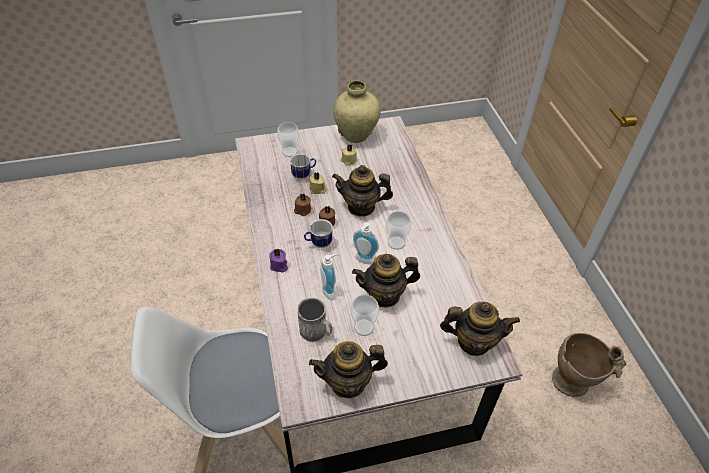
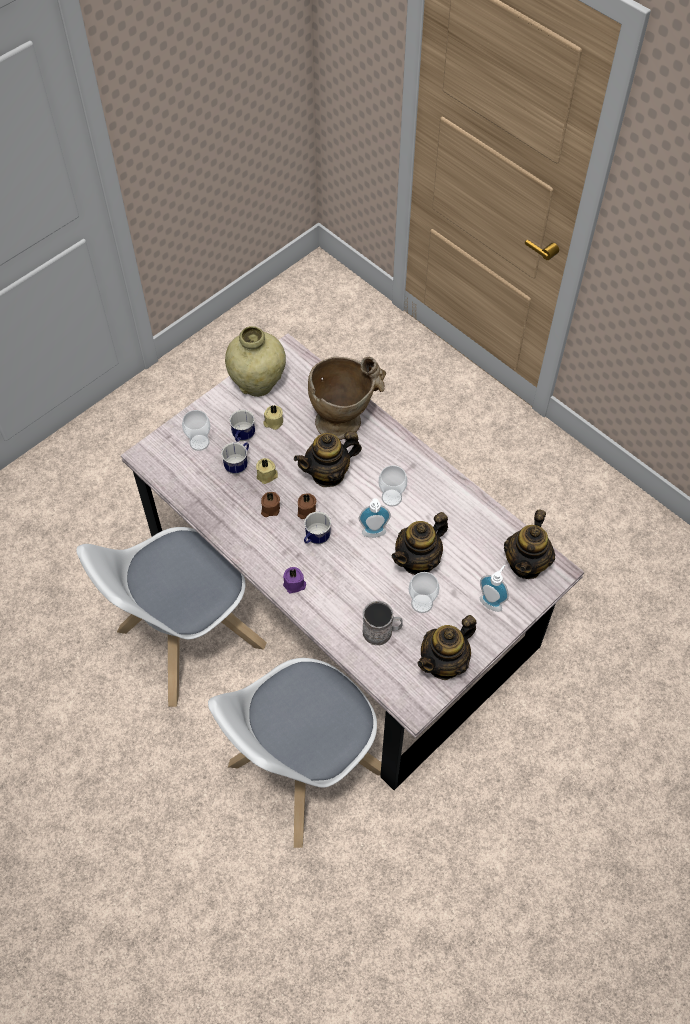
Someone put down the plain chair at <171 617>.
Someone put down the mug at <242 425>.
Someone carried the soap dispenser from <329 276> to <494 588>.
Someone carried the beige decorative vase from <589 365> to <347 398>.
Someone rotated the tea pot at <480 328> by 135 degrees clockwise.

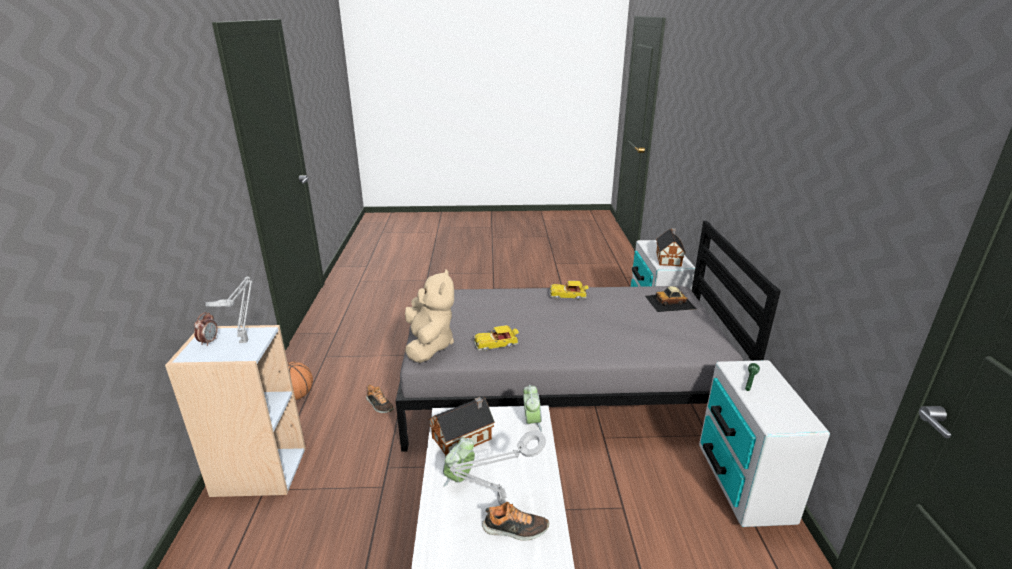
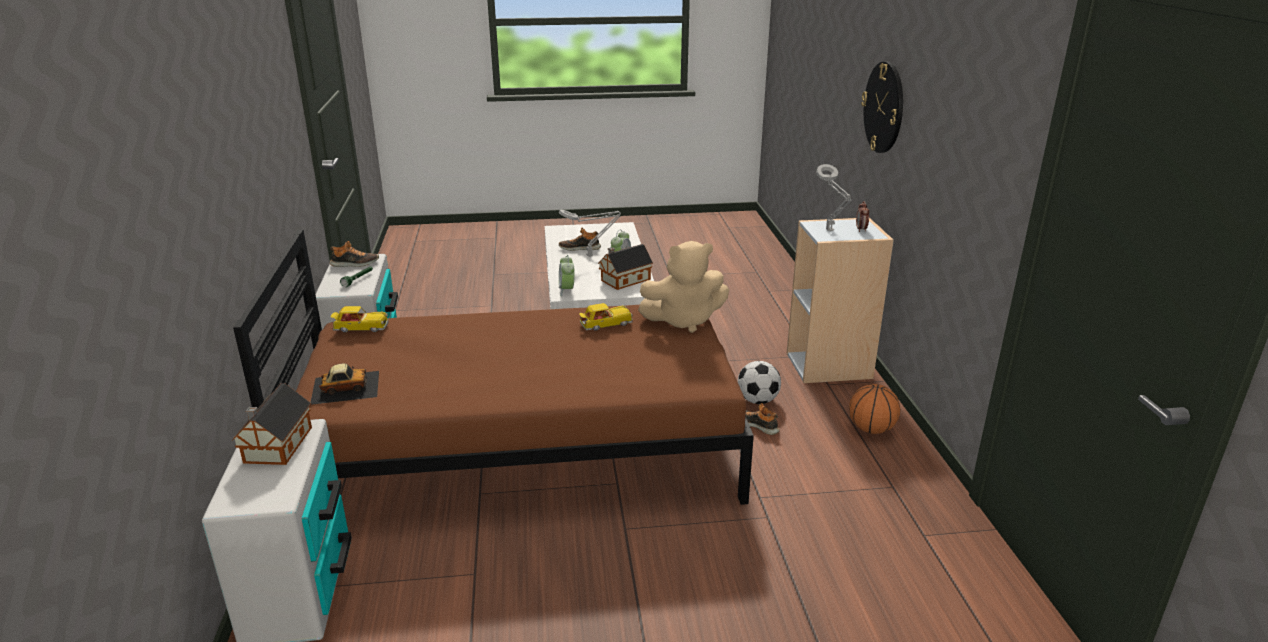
Someone put down the item of footwear at <354 254>.
Someone put down the football at <759 382>.
Someone put up the clock on the wall at <882 107>.
Someone carried the miniature car from <569 290> to <360 319>.
Someone repainted the gray bedroom bed at <588 336>, which became the brown-coloured bedroom bed at <493 367>.
Someone rotated the beige cuddly toy at <429 316> by 90 degrees counterclockwise.

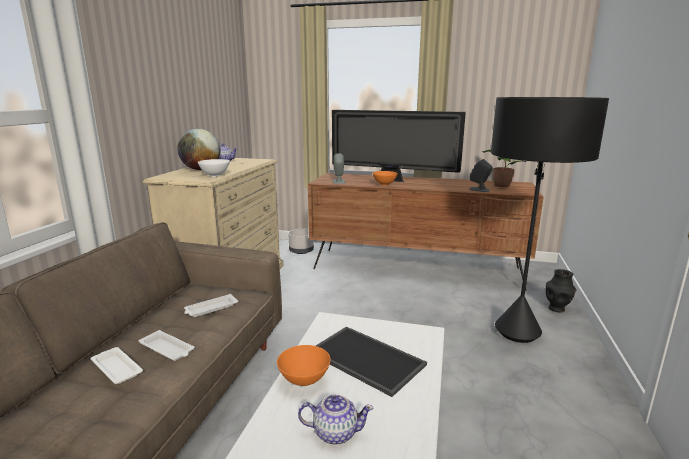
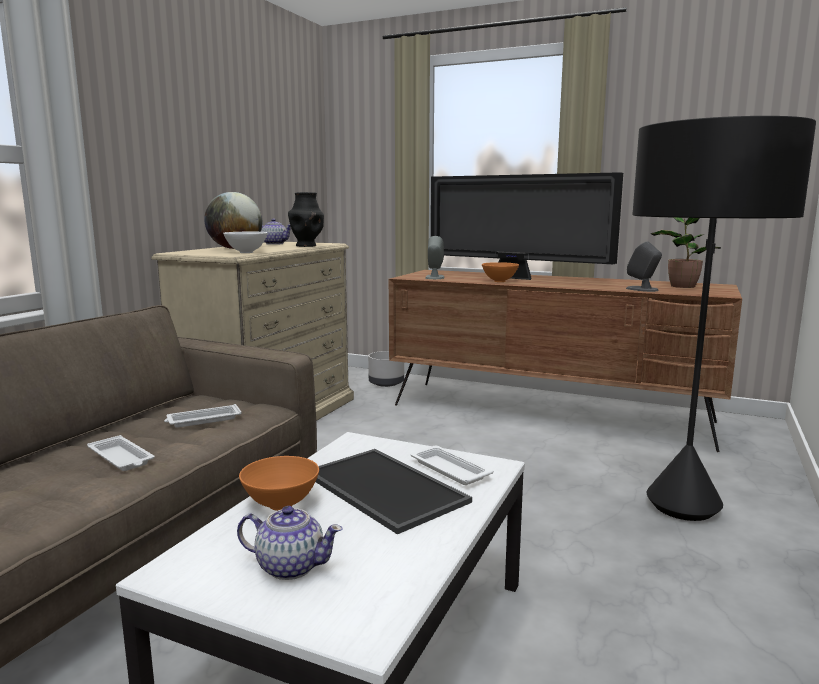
Someone carried the white carrying tray from <117 365> to <451 465>.
Someone carried the black-coloured decorative vase from <561 290> to <306 219>.

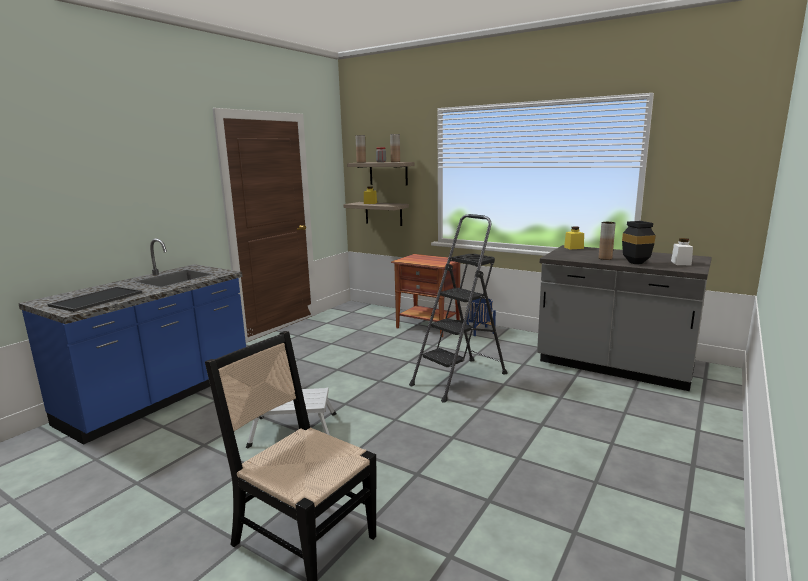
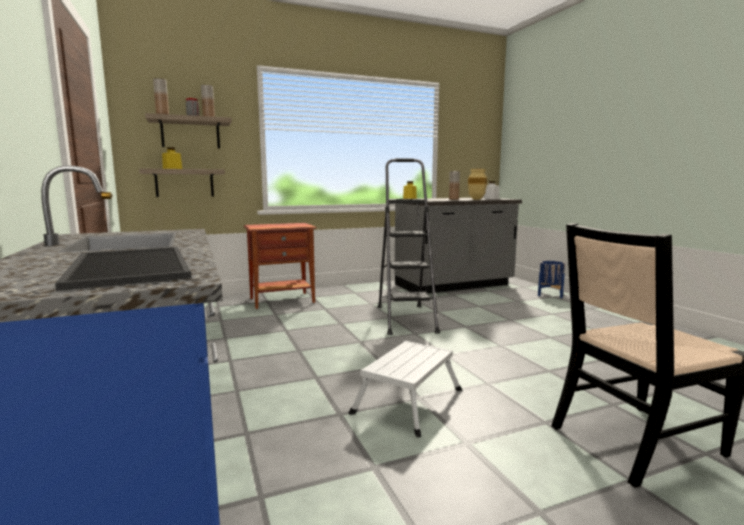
Someone carried the blue-coloured planter from <481 316> to <551 279>.
Someone repainted the black-coloured decorative vase at <638 242>, which became the beige decorative vase at <477 184>.

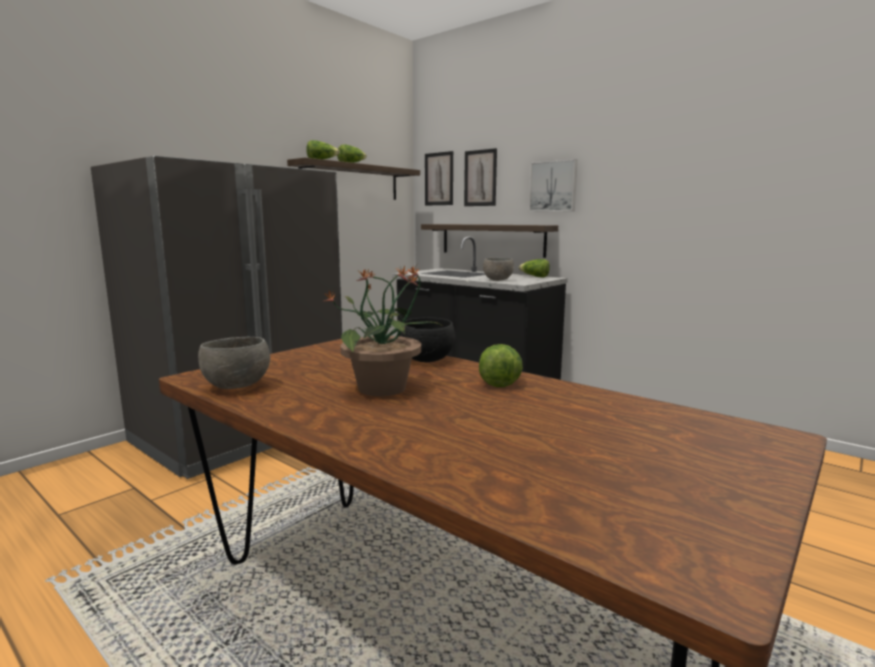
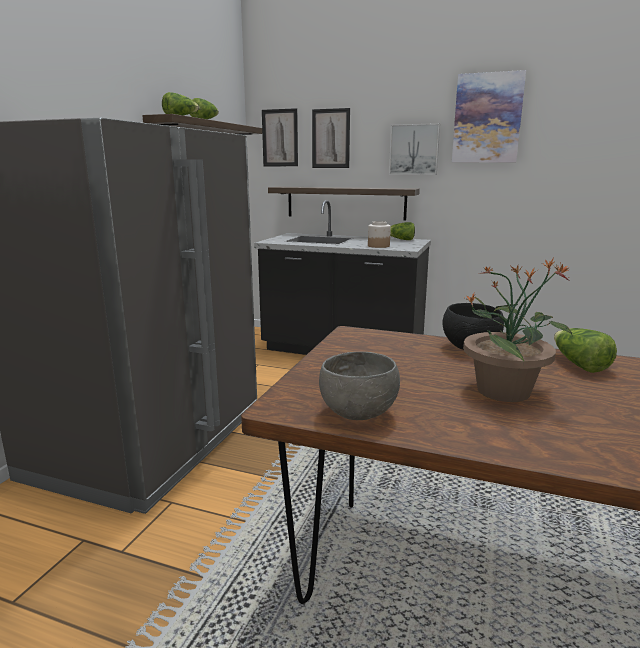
Someone put up the wall art at <489 116>.
Someone swapped the gray serving bowl at <498 269> for the jar at <379 234>.

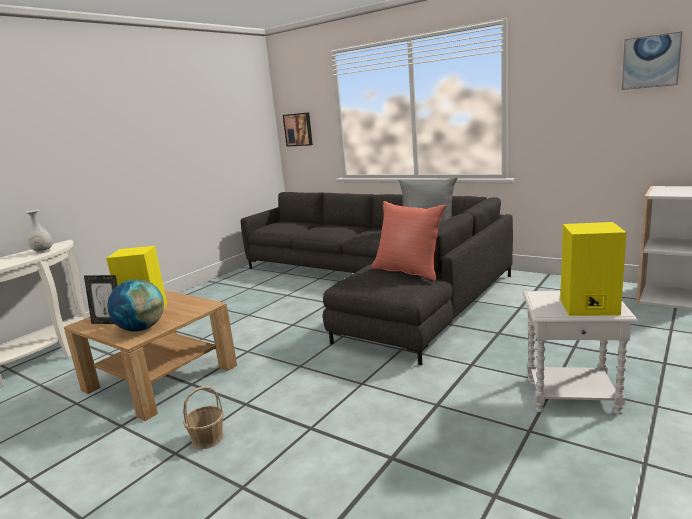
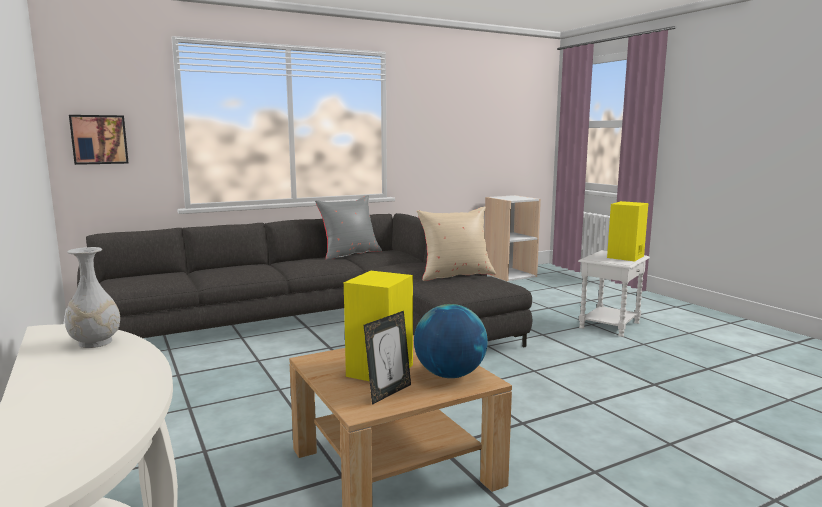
Someone took away the household basket at <203 417>.
Someone took away the wall art at <652 60>.
Someone repainted the red pillow at <409 241>, which became the beige pillow at <456 244>.

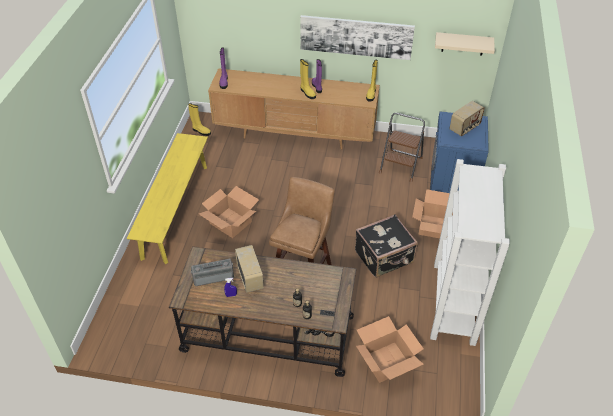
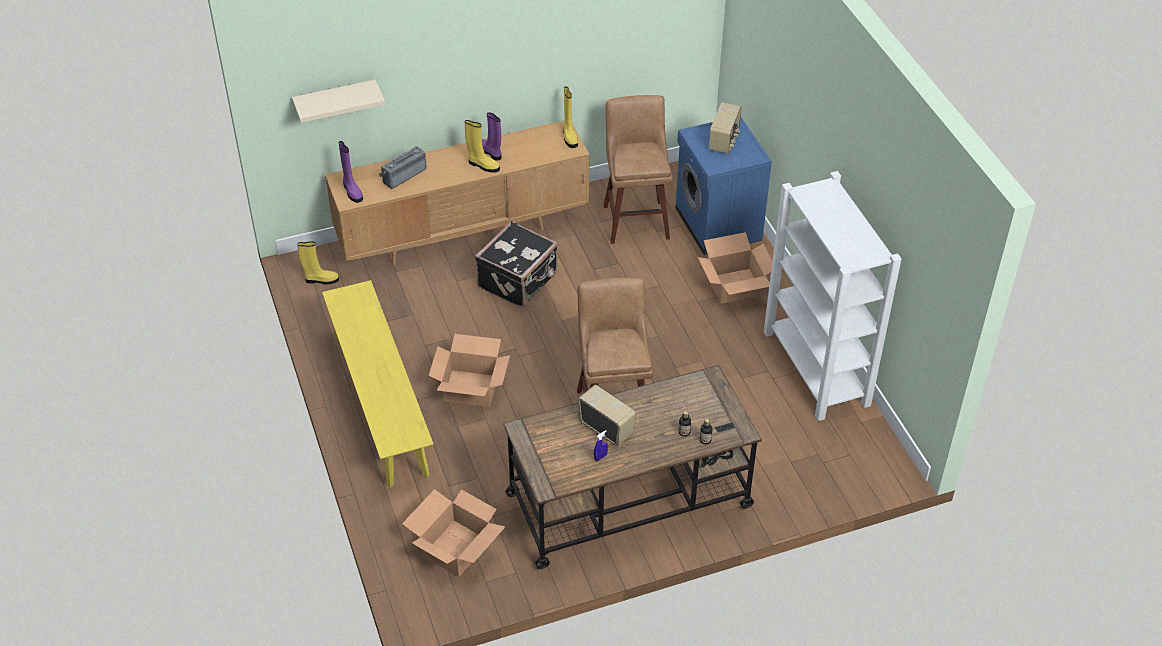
Someone took away the wall art at <357 37>.
Someone carried the radio receiver from <212 272> to <403 167>.
Someone carried the black-coloured piece of luggage from <386 246> to <516 264>.
Someone carried the carton from <390 349> to <453 533>.
Someone carried the beige bracket shelf from <465 44> to <338 101>.
Someone swapped the brown-coloured step ladder at <402 147> for the brown-coloured stool seat at <638 169>.

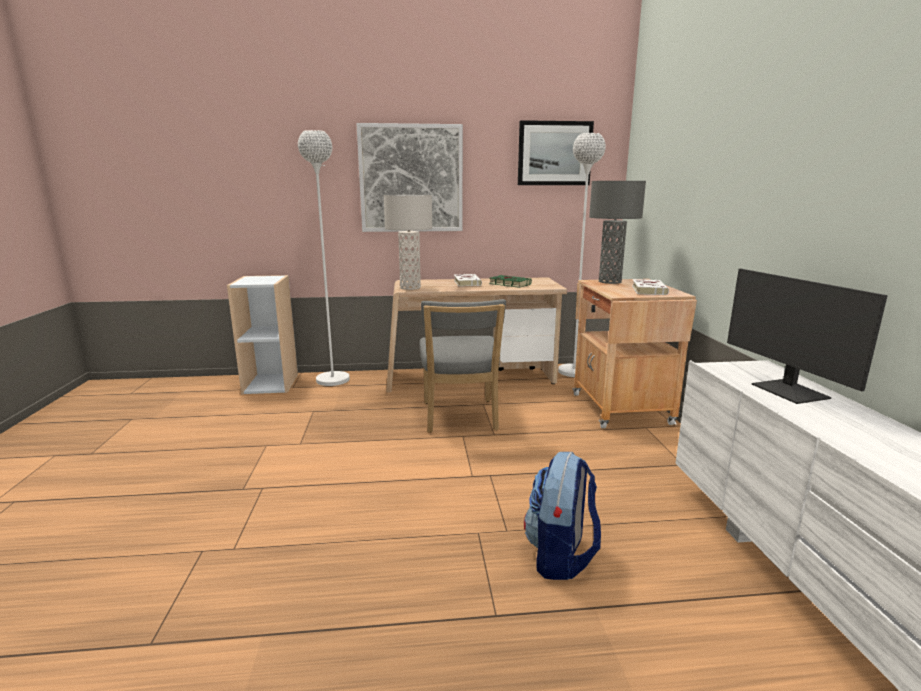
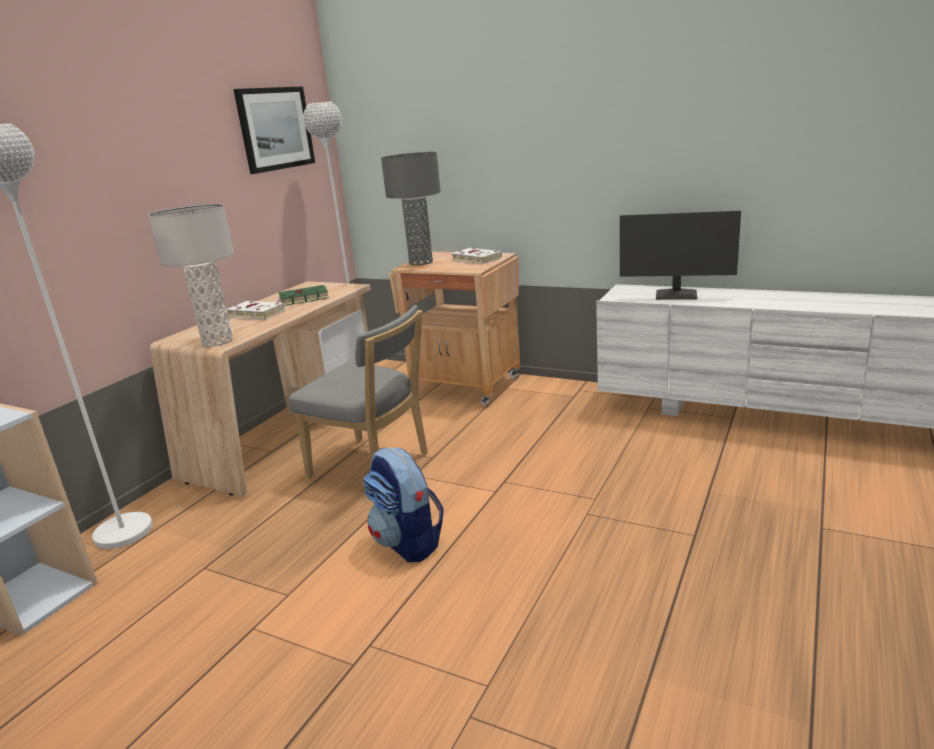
Someone took away the wall art at <409 177>.
Someone carried the rucksack from <562 516> to <403 504>.

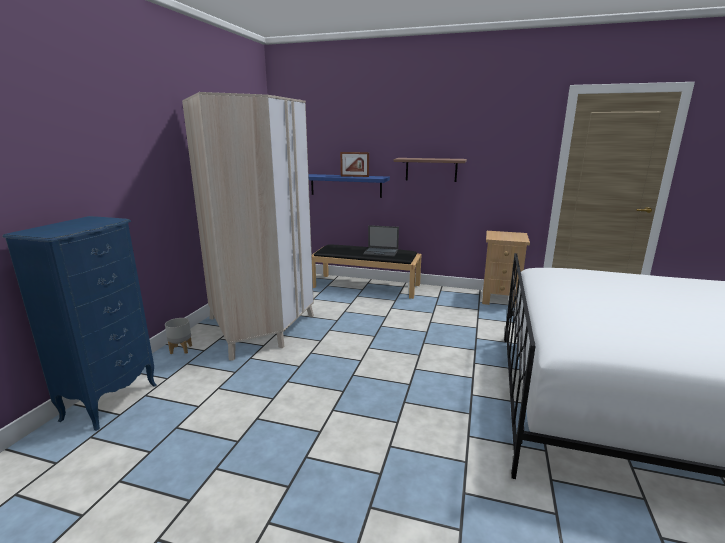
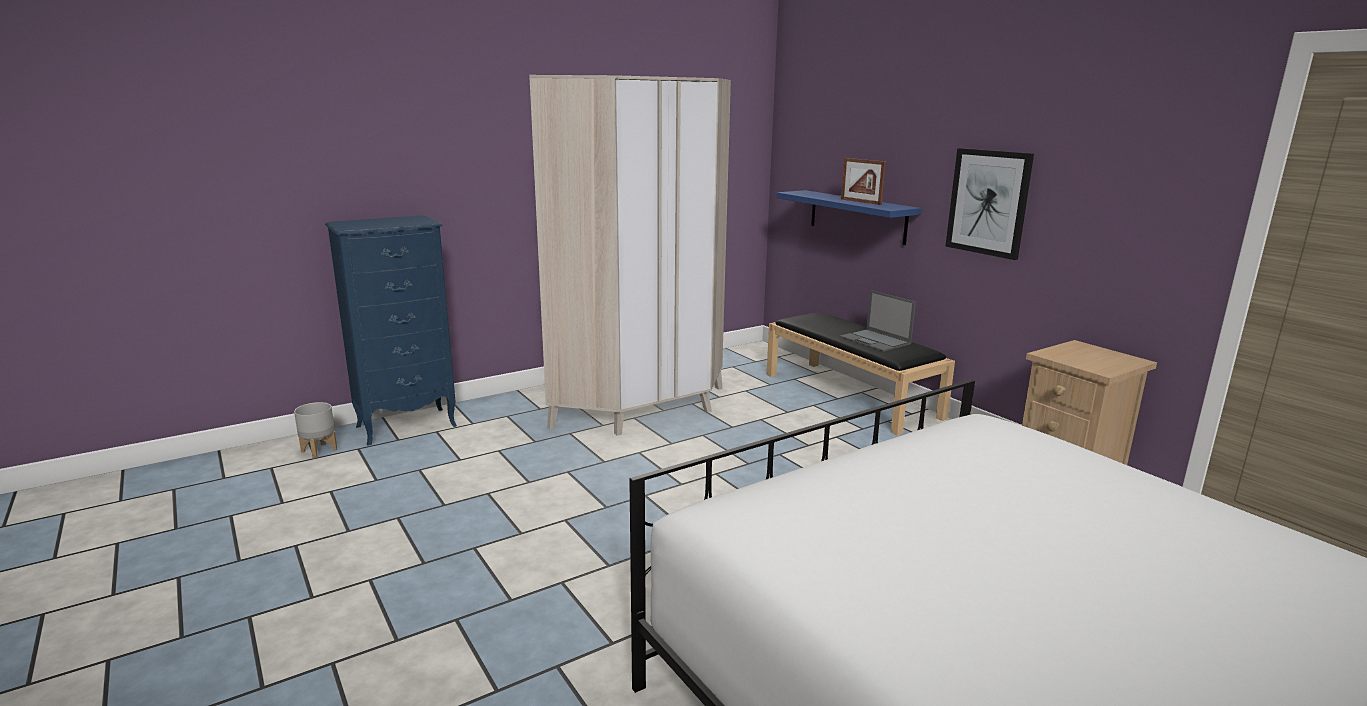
Someone carried the gray planter from <178 336> to <315 430>.
Someone swapped the bracket shelf at <430 170> for the wall art at <989 204>.

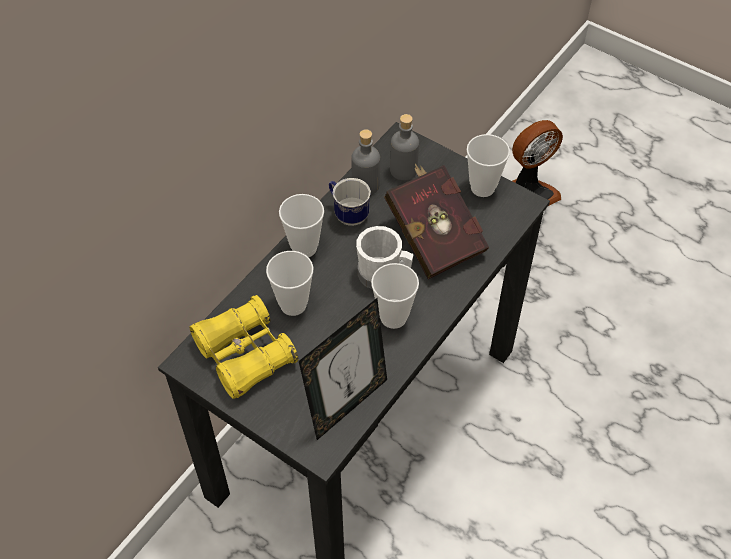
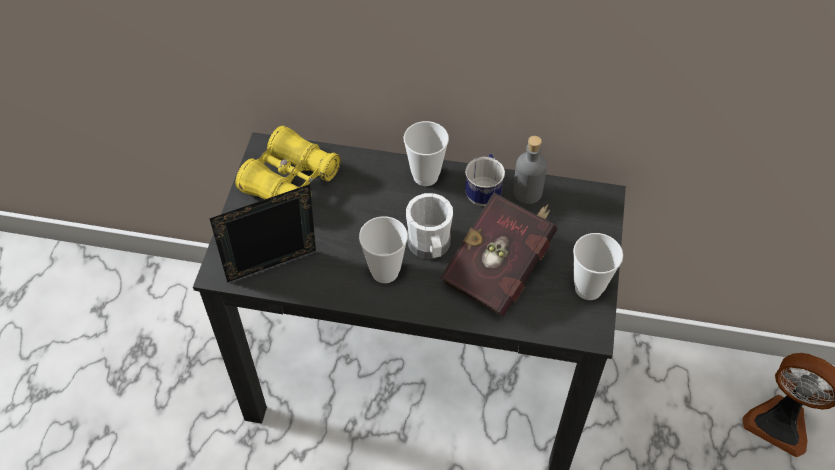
Someone took away the drinking cup at <289 283>.
Someone took away the gray drink bottle at <404 147>.
Someone rotated the photo frame at <343 369> by 135 degrees clockwise.

